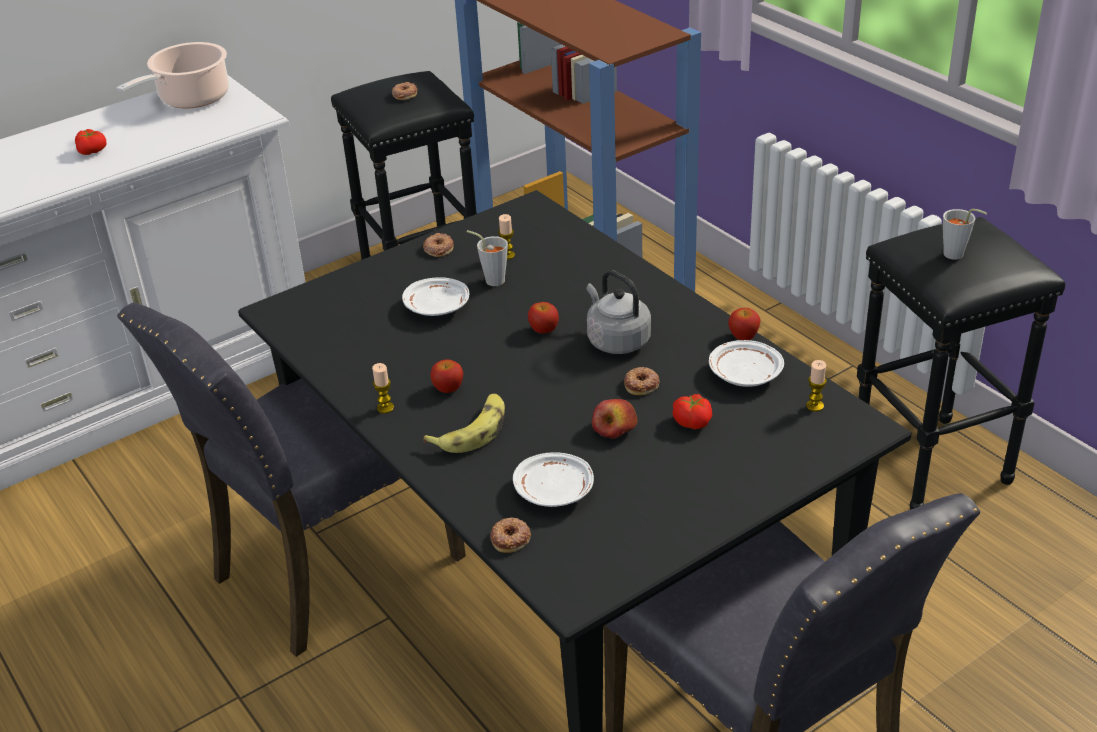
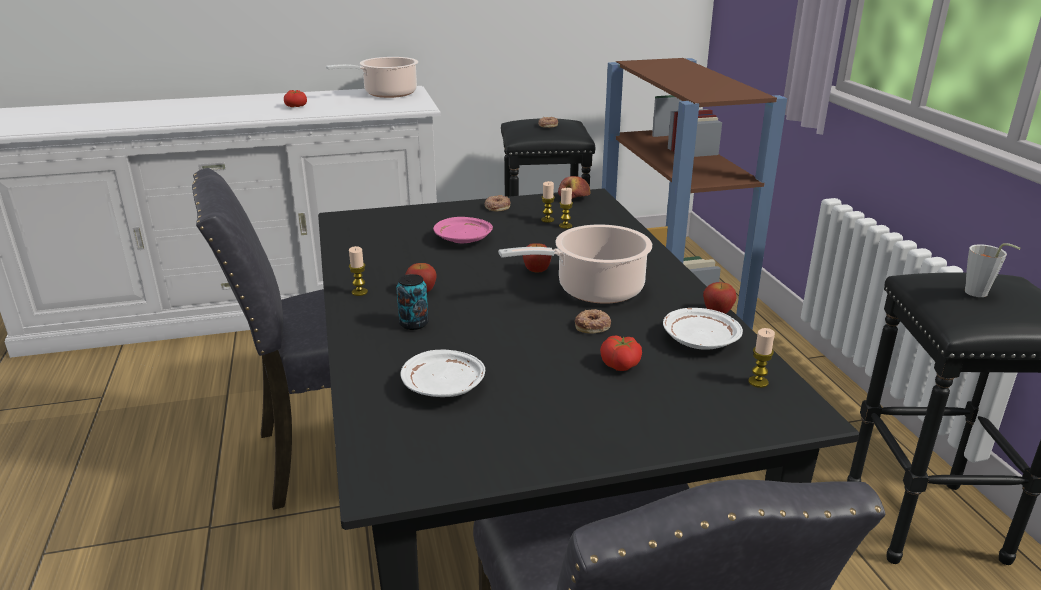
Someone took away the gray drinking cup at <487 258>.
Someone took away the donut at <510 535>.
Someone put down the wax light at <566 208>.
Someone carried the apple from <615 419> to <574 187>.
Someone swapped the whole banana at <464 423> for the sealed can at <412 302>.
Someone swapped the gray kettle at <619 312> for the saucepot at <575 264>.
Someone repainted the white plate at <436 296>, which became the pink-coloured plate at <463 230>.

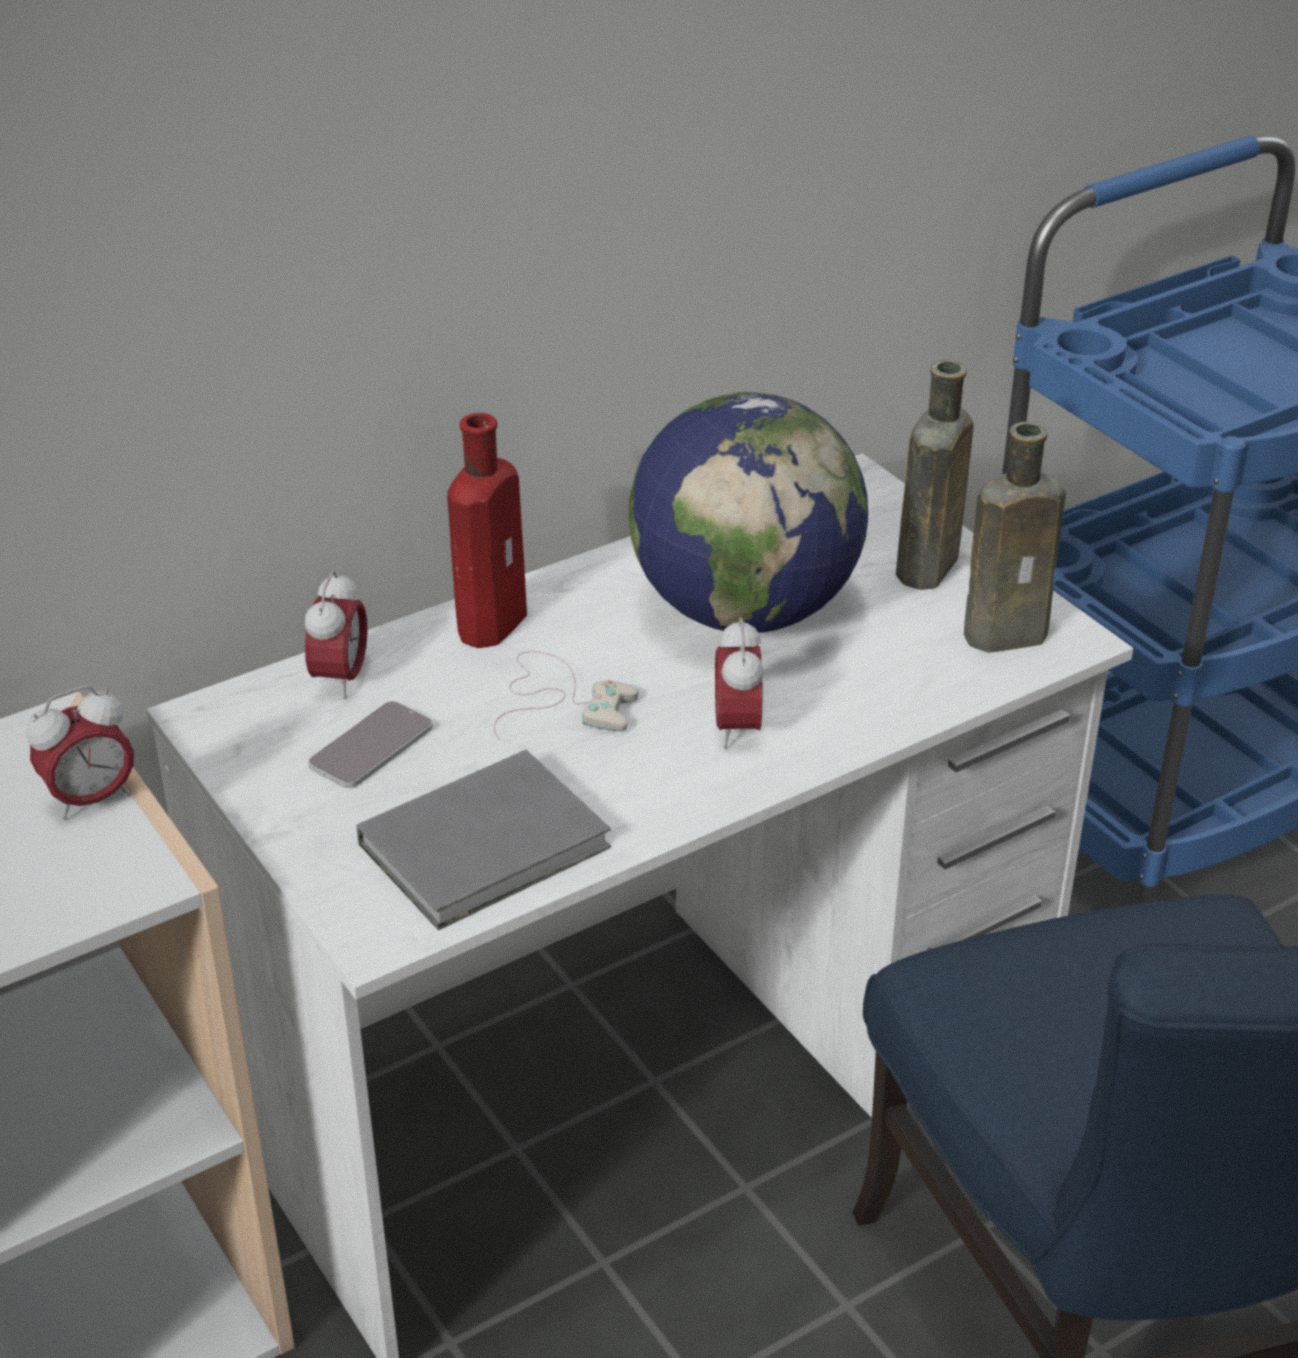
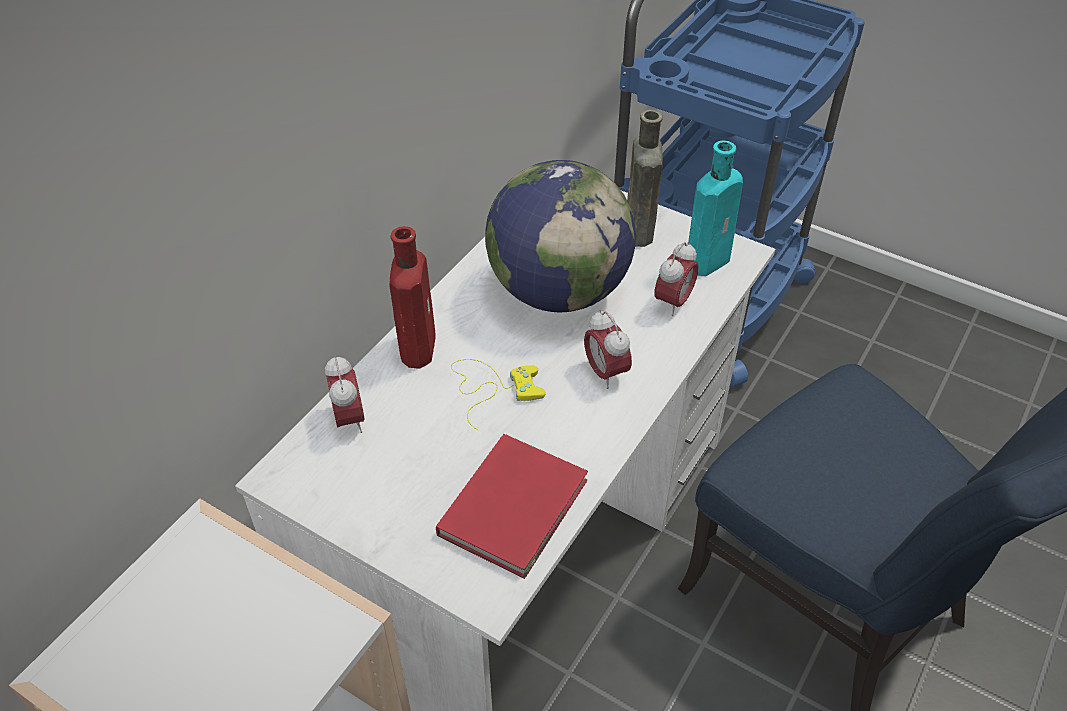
Someone took away the telephone at <370 744>.
Someone carried the bedside clock from <80 753> to <677 278>.
Someone repainted the gray bound book at <484 840>, which became the red bound book at <512 506>.
Someone repainted the white joypad at <566 696>, which became the yellowish joypad at <498 395>.
Someone repainted the brown-coloured drink bottle at <1015 537>, which became the turquoise-coloured drink bottle at <716 208>.

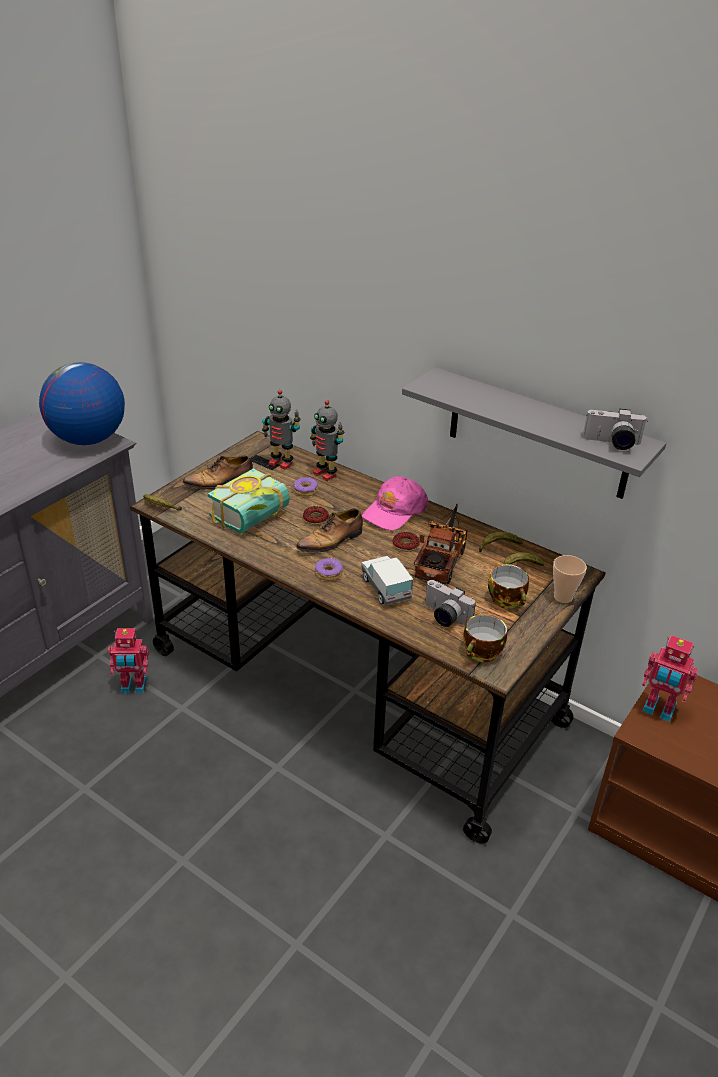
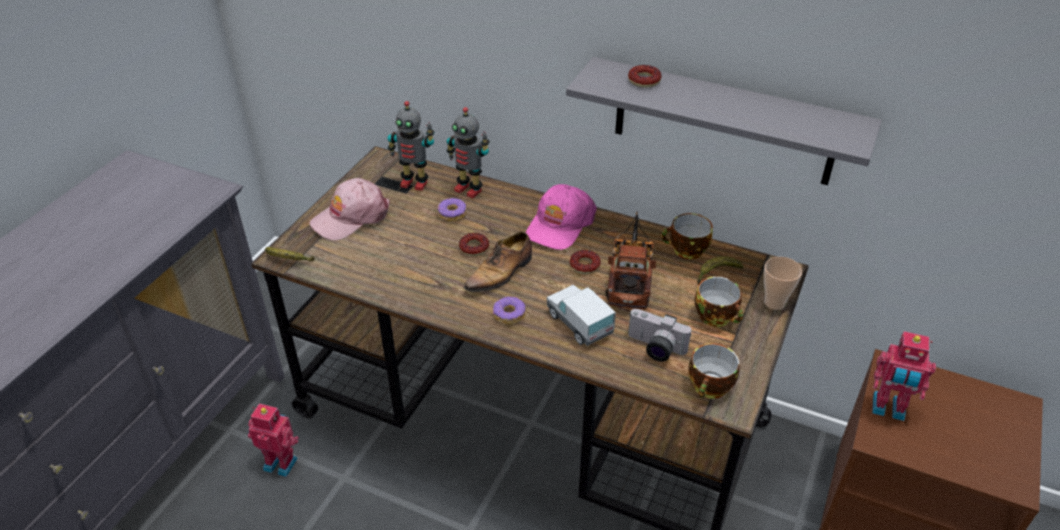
Someone took away the desk globe at <82 403>.
Someone took away the bound book at <249 501>.
Someone took away the still camera at <615 429>.
Someone put down the donut at <645 76>.
Someone swapped the item of footwear at <217 472> for the pink-coloured baseball cap at <349 209>.
Someone swapped the whole banana at <501 542> for the drinking cup at <687 236>.
Someone rotated the toy robot at <128 660> by 150 degrees counterclockwise.

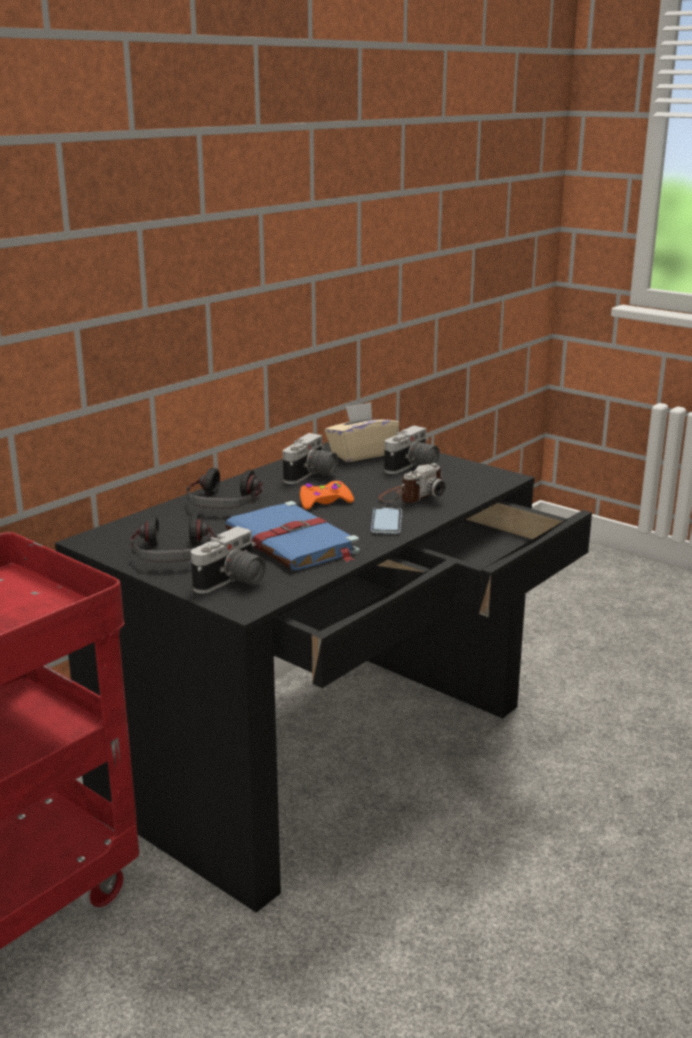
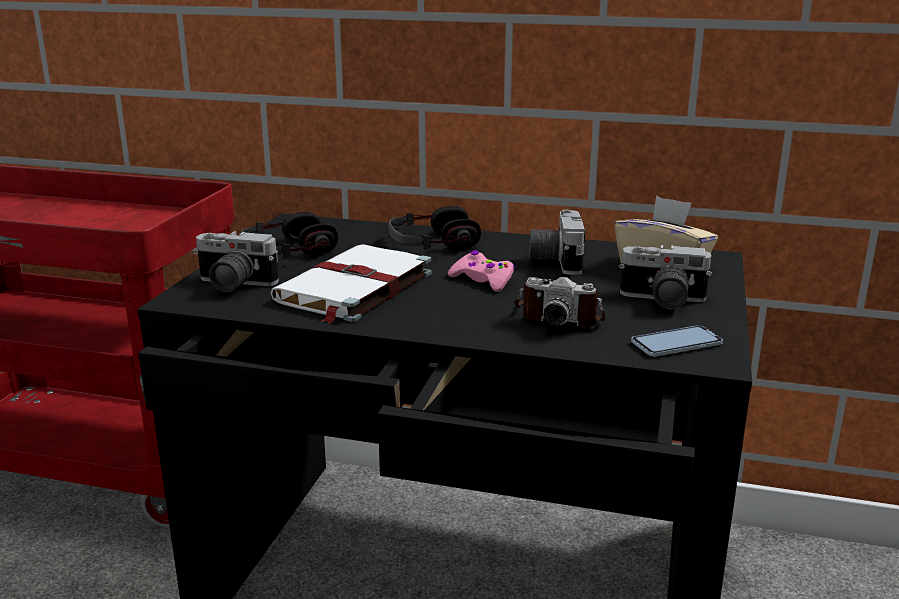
Someone carried the telephone from <386 521> to <677 341>.
Someone repainted the blue-coloured bound book at <292 535>, which became the white bound book at <351 283>.
Someone repainted the orange-coloured joypad at <327 495>, which became the pink-coloured joypad at <481 271>.
Someone rotated the still camera at <310 458> by 90 degrees clockwise.

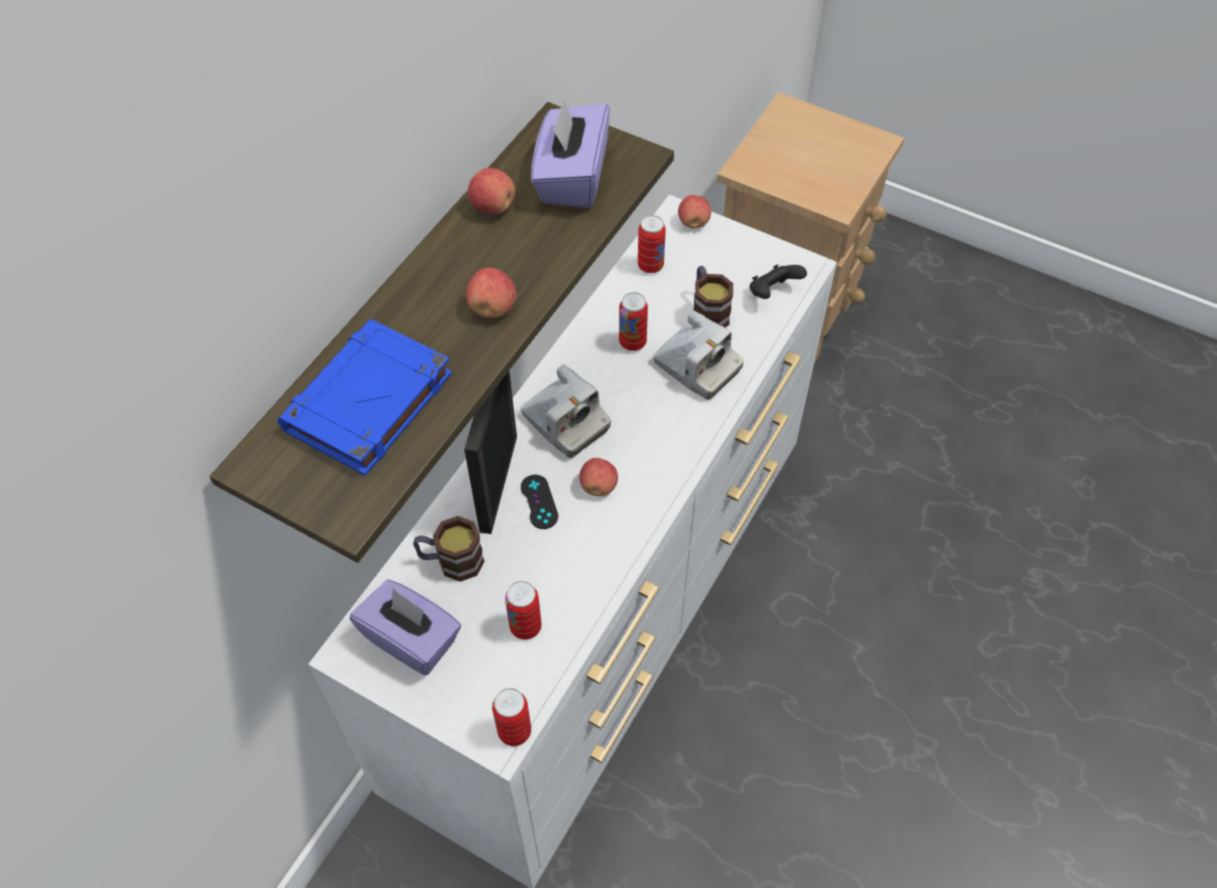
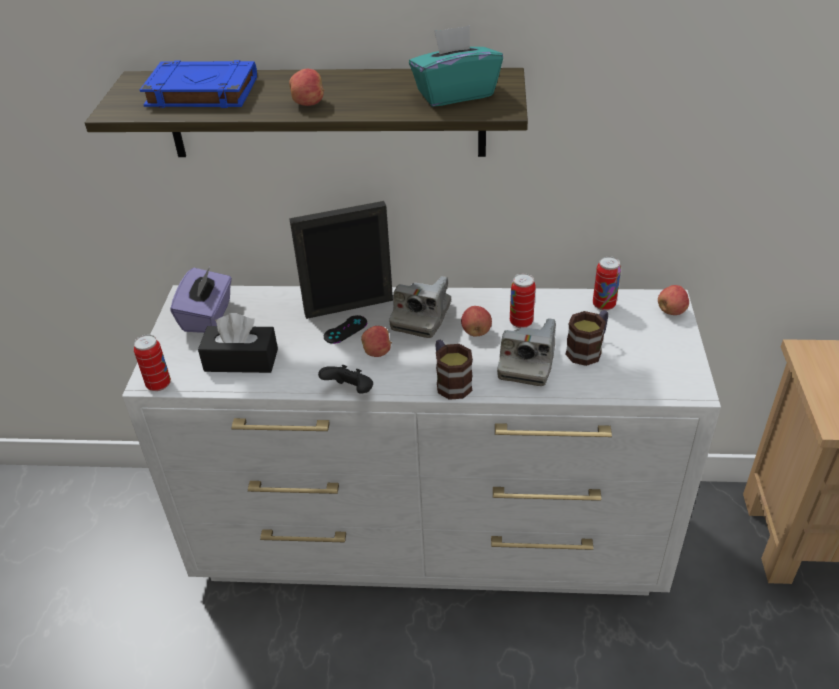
Someone carried the mug from <449 549> to <454 370>.
Someone carried the apple from <491 191> to <476 321>.
Someone carried the black-coloured joypad from <778 282> to <345 379>.
Someone swapped the sealed can at <523 610> for the black-coloured tissue box at <238 343>.
Someone repainted the purple-coloured tissue box at <570 154>, which became the turquoise-coloured tissue box at <456 66>.

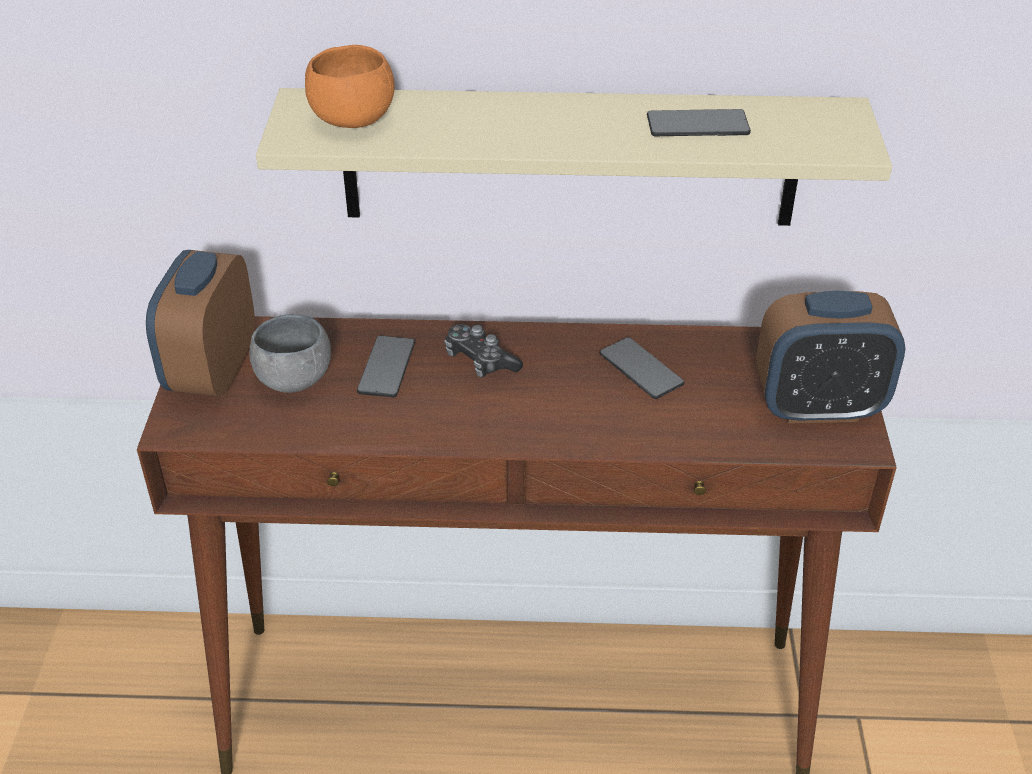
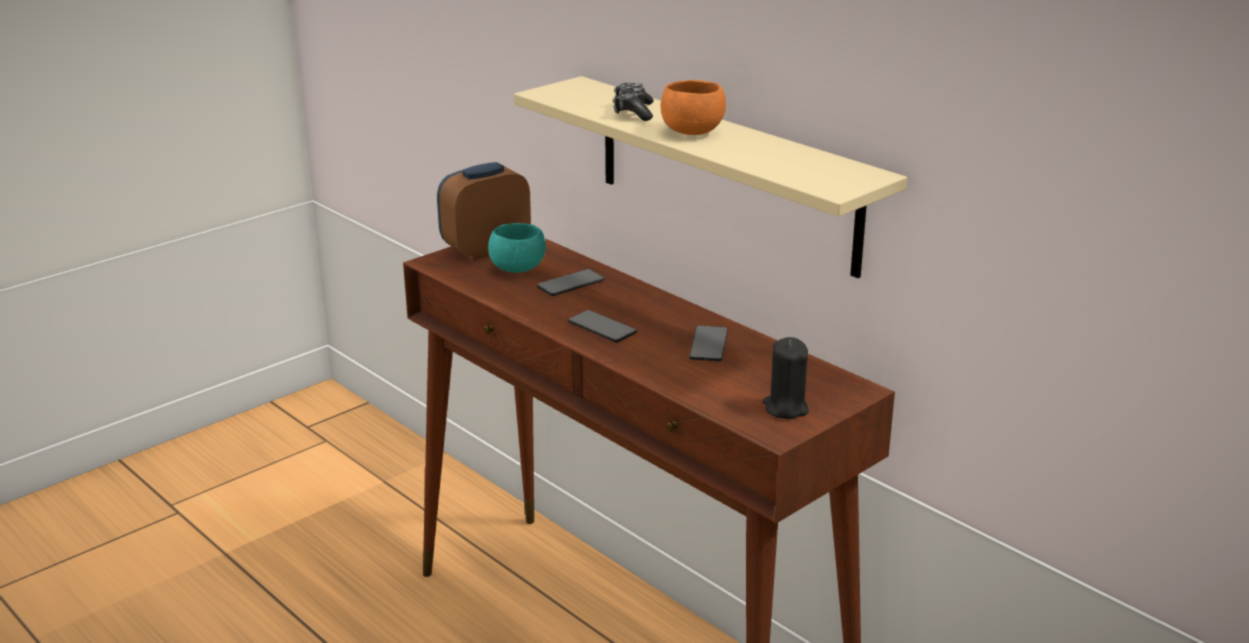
Someone carried the orange-coloured serving bowl from <350 86> to <693 107>.
Someone carried the joypad from <483 350> to <633 102>.
Someone carried the telephone from <699 122> to <602 326>.
Someone swapped the bedside clock at <830 357> for the black-coloured wax light at <786 378>.
Someone repainted the gray serving bowl at <290 353>, which became the turquoise-coloured serving bowl at <517 248>.

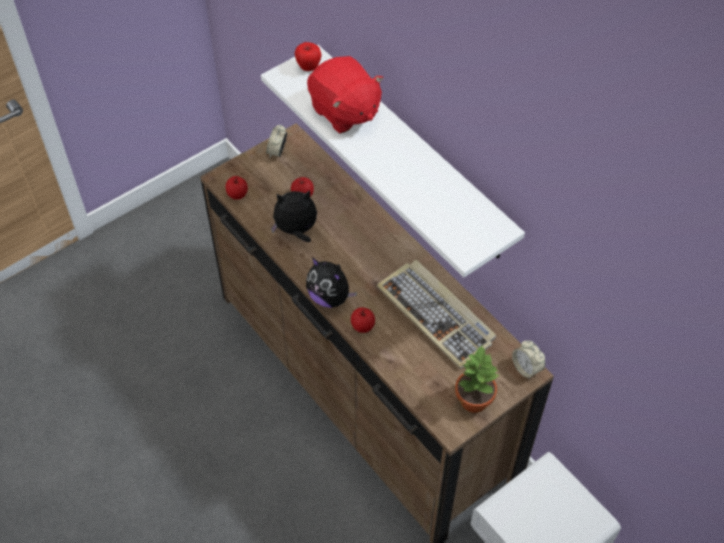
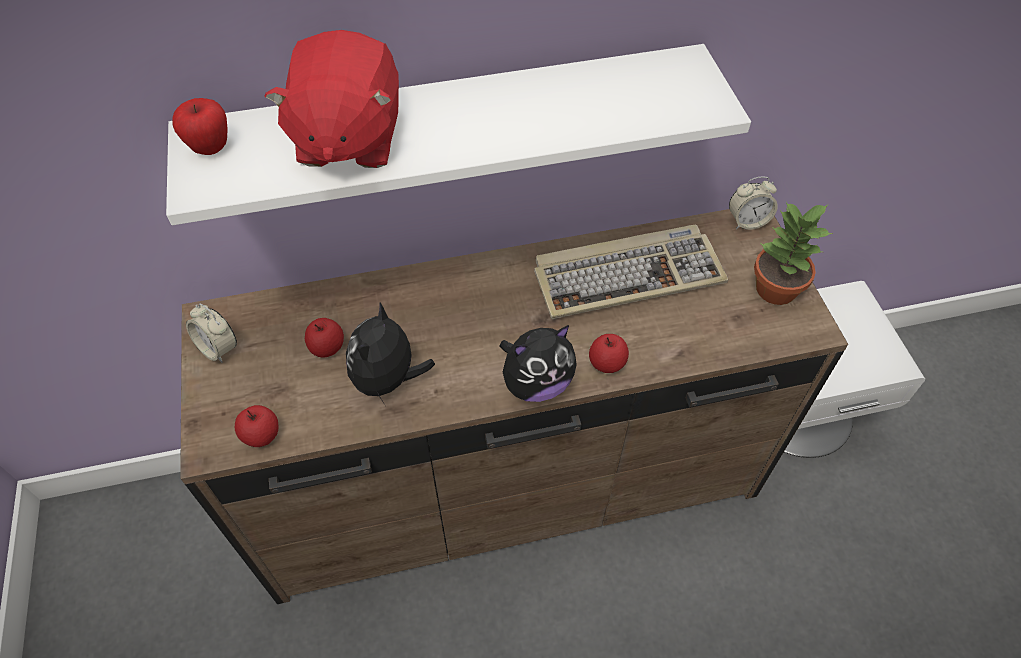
Someone rotated the red cuddly toy at <345 95> by 105 degrees clockwise.

